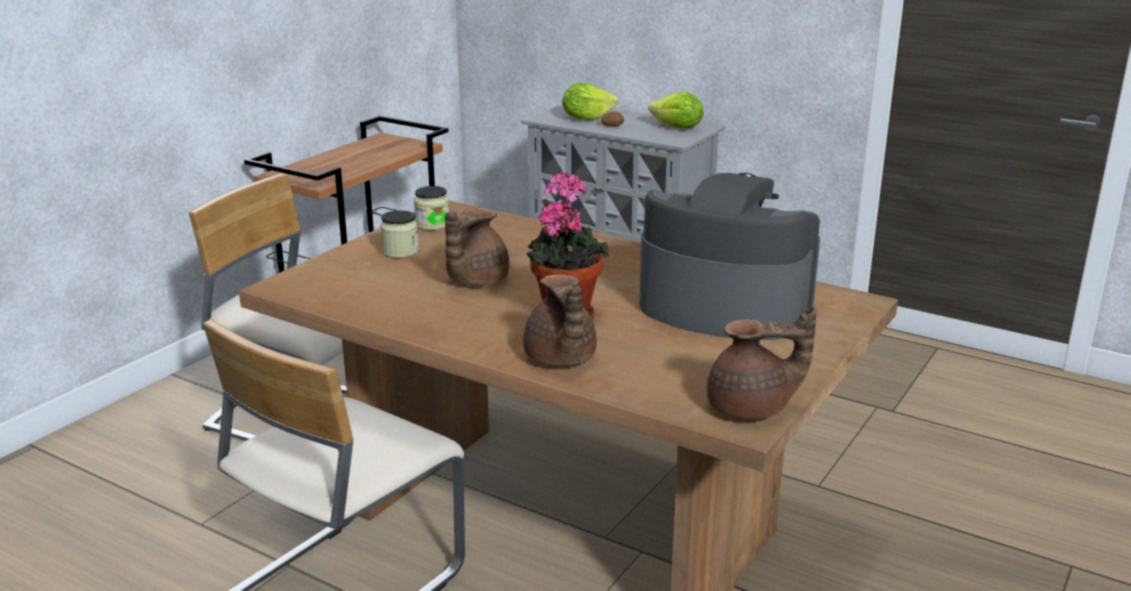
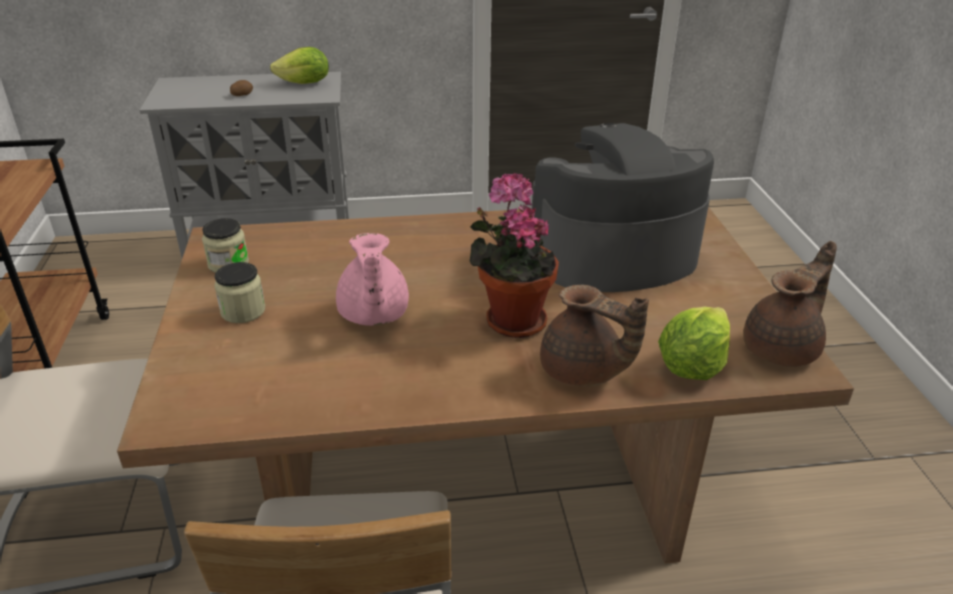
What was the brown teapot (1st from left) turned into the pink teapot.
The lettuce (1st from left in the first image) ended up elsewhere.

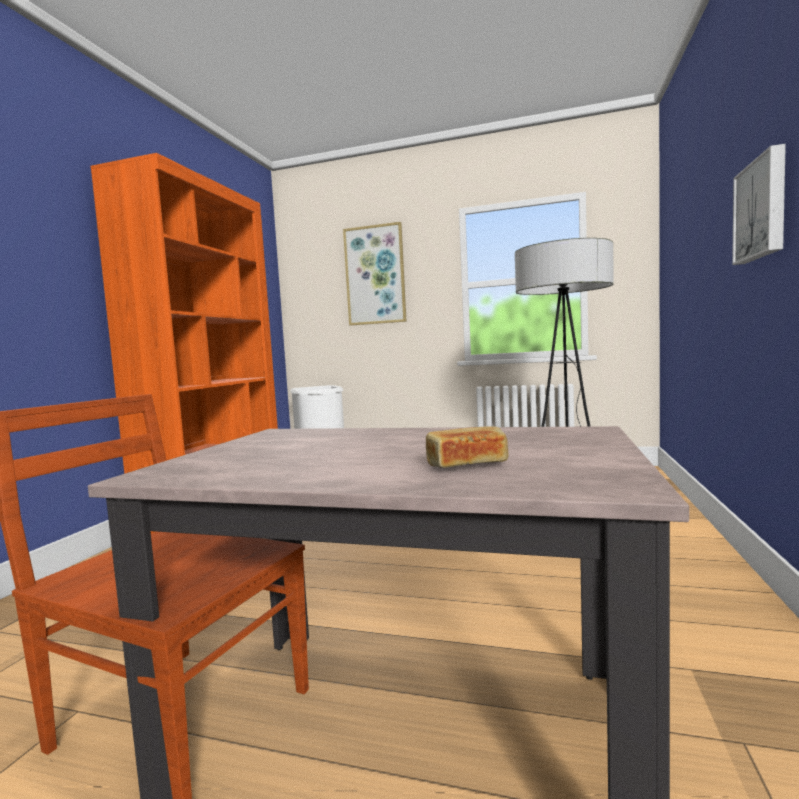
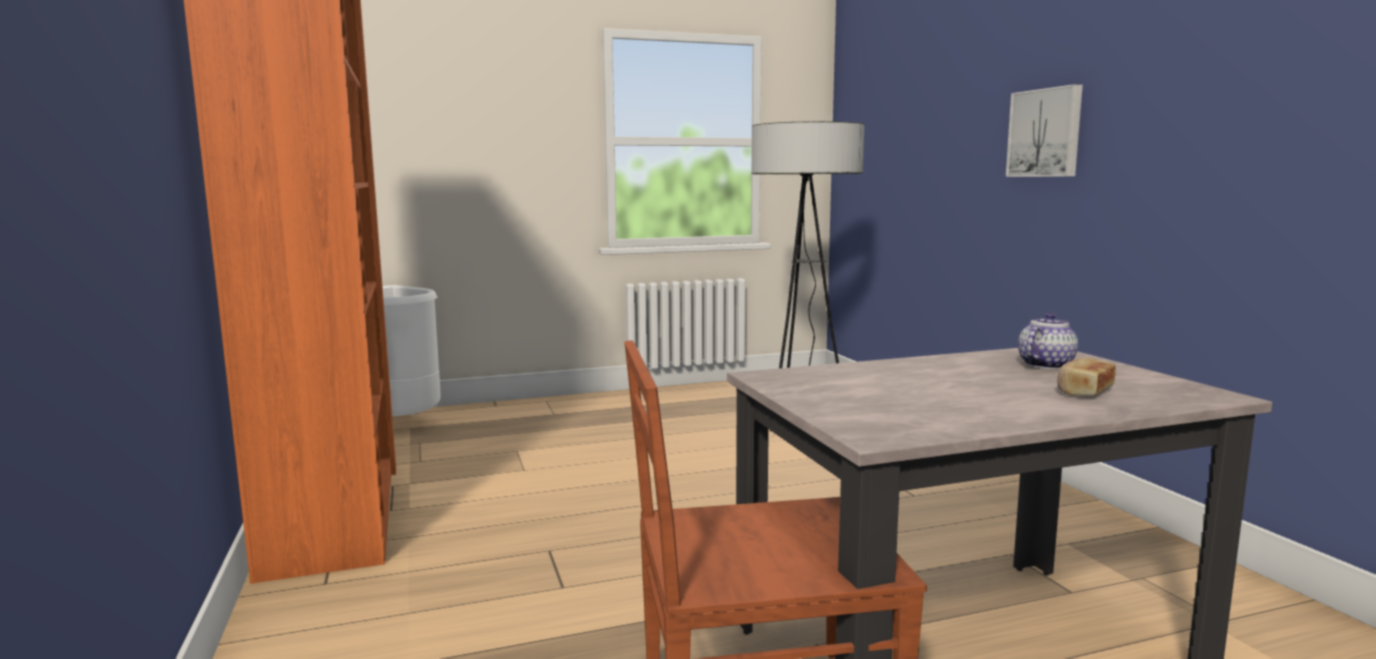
The second view gained the teapot.
The second view lost the picture (1st from left).

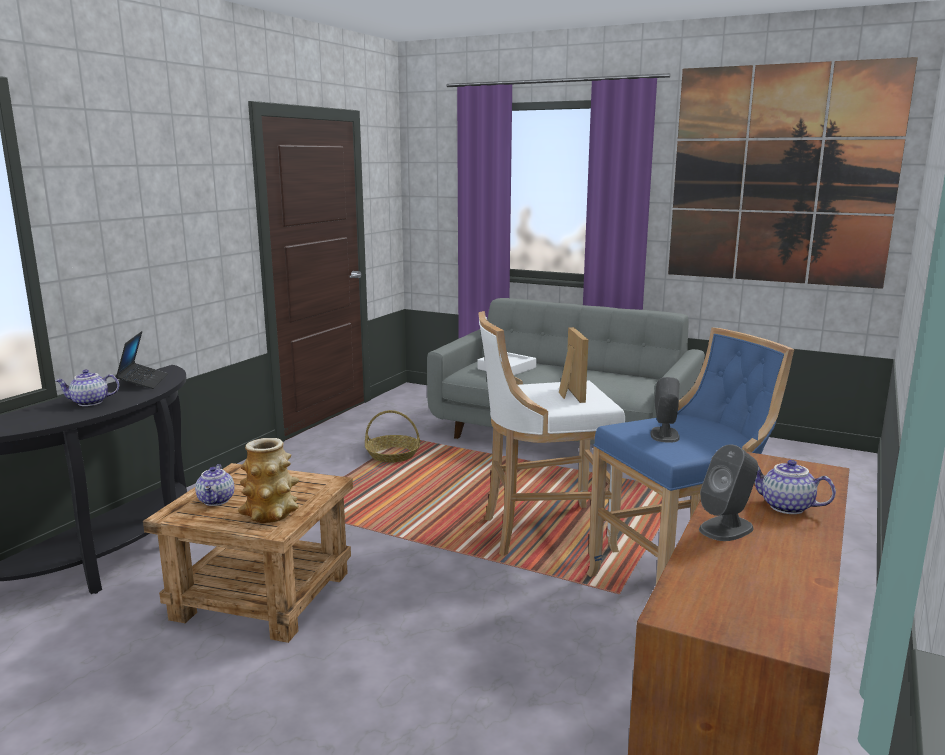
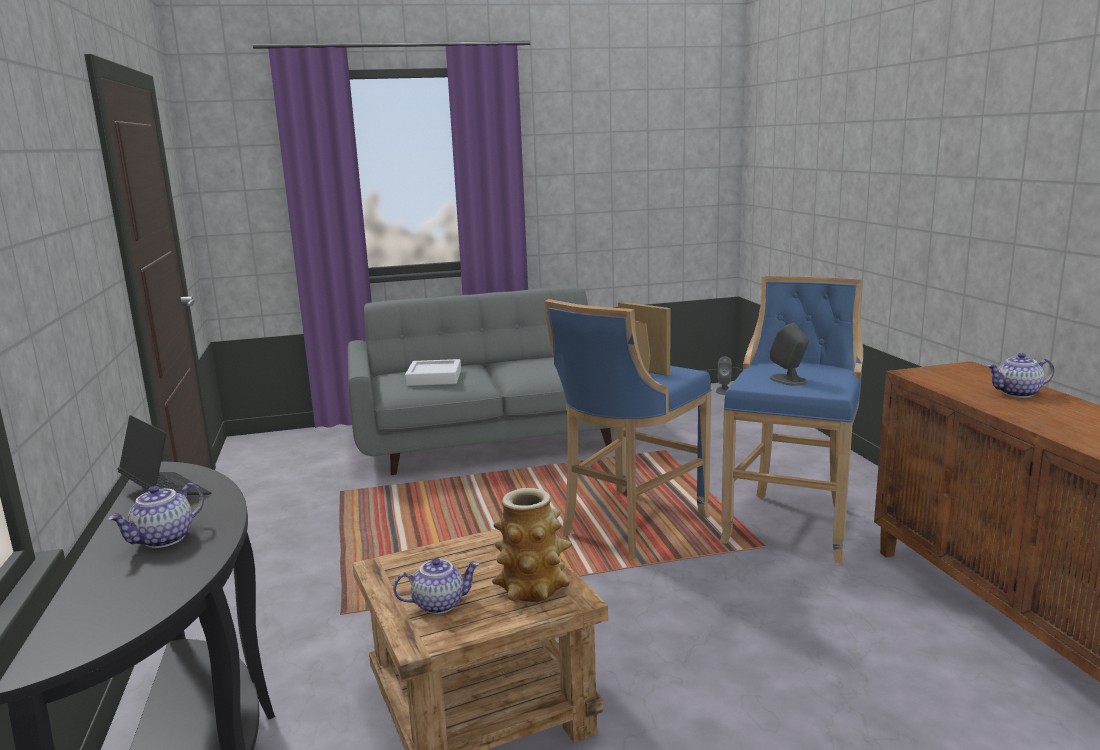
The teapot (2nd from left) ended up facing another way, 60 degrees counterclockwise from before.
What was the white stool turned into the blue stool (1st from left).
The grey speaker (2nd from left in the first image) ended up elsewhere.
The second view lost the basket.
The second view lost the picture.

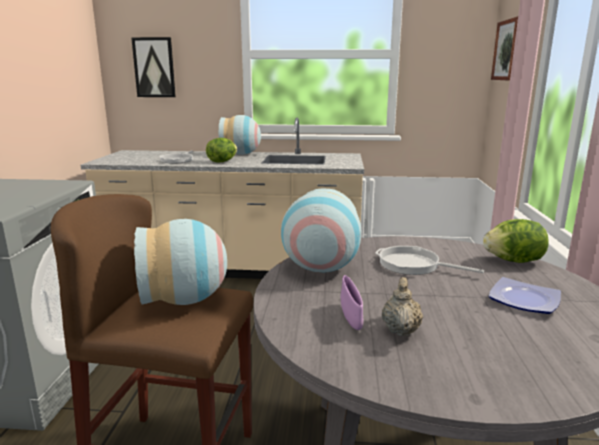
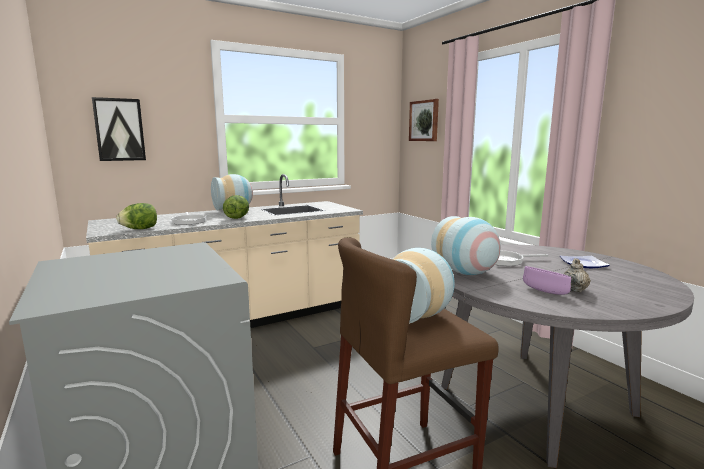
The lettuce (2nd from left in the first image) ended up elsewhere.
The beige teapot ended up facing another way, 45 degrees clockwise from before.

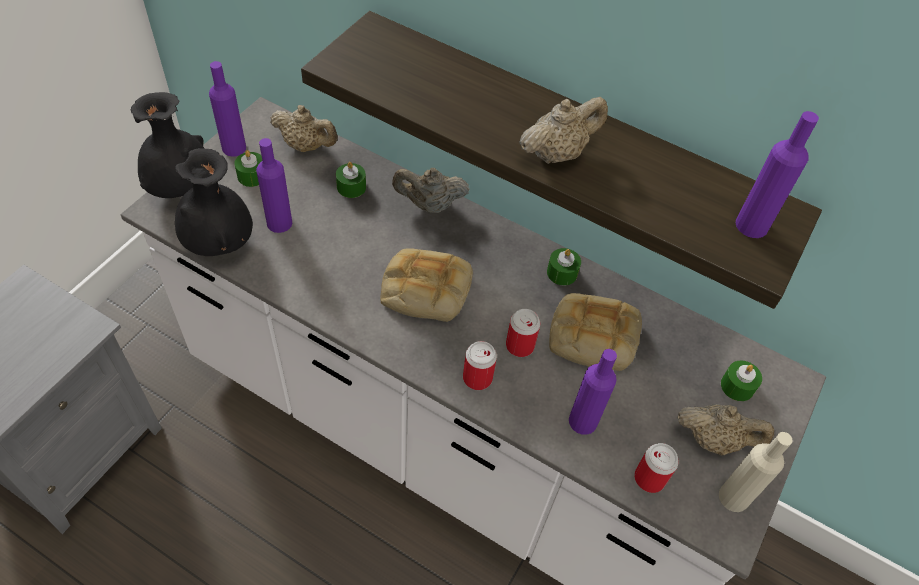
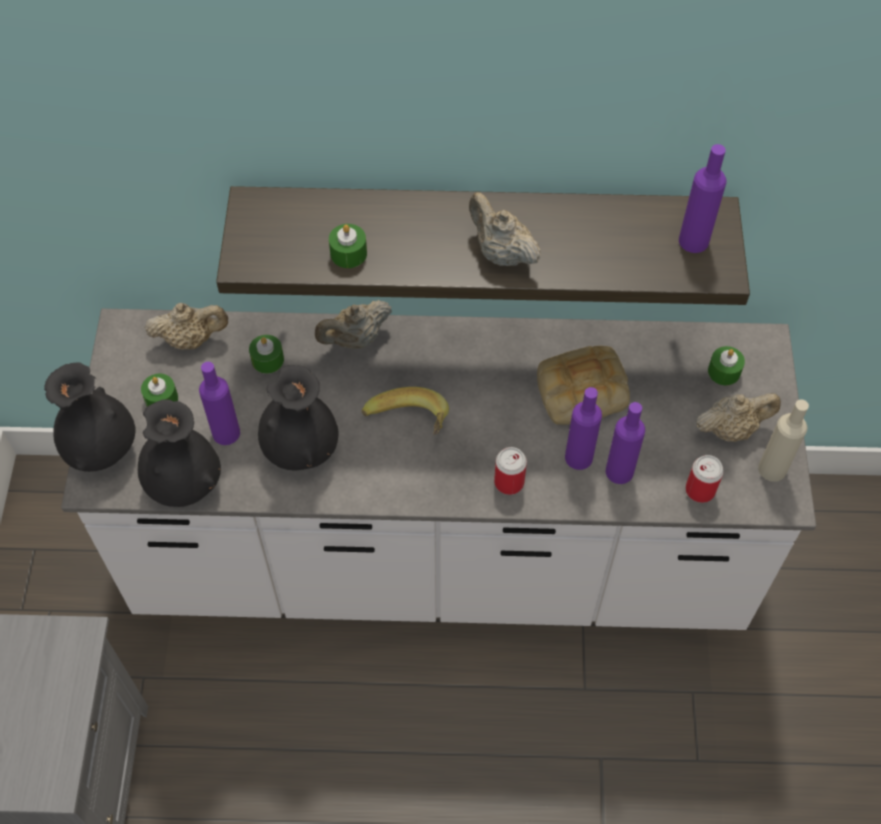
The second view gained the black vase (3rd from left).
The green candle (3rd from left) ended up elsewhere.
Where the bread (1st from left) stood, the banana came to stand.
The beige teapot (3rd from left) ended up facing another way, 75 degrees counterclockwise from before.
The purple bottle (1st from left in the first image) ended up elsewhere.
The second view lost the can (2nd from left).

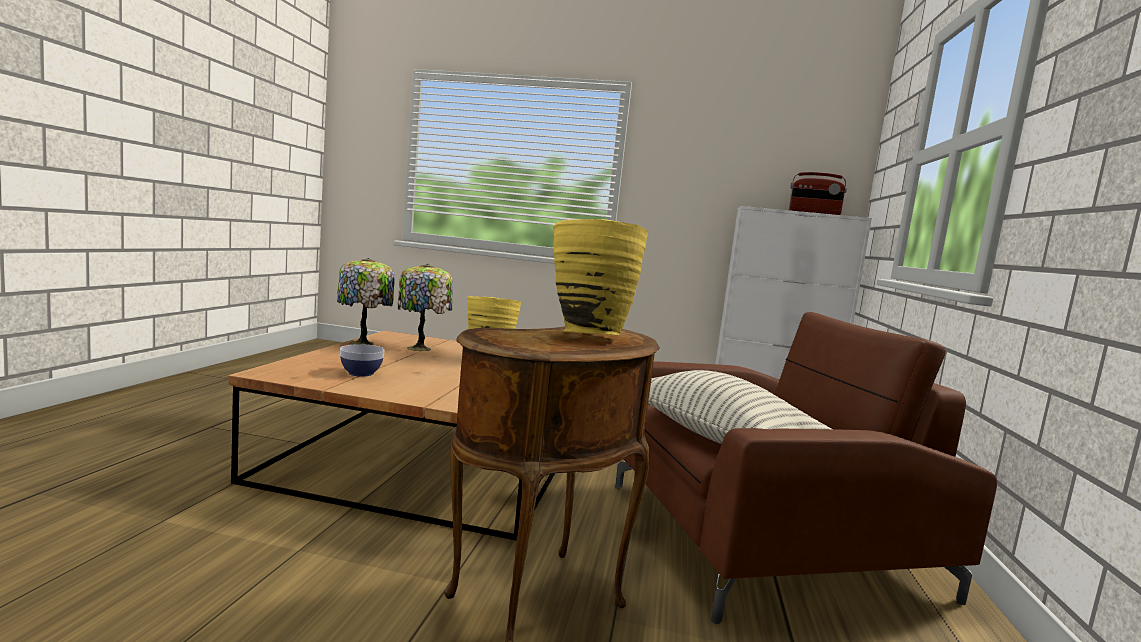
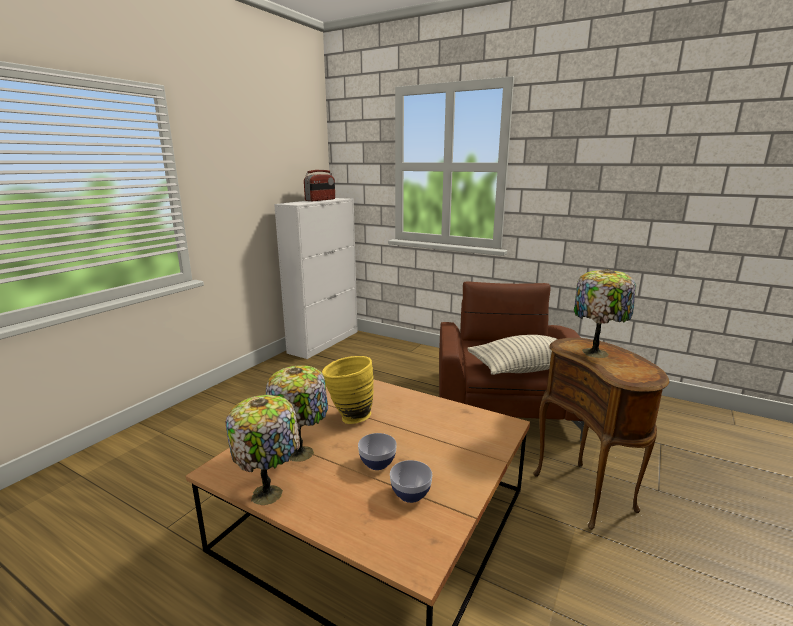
The second view gained the bowl (1st from left).
Where the yellow vase (2nd from left) stood, the table lamp (3rd from left) came to stand.

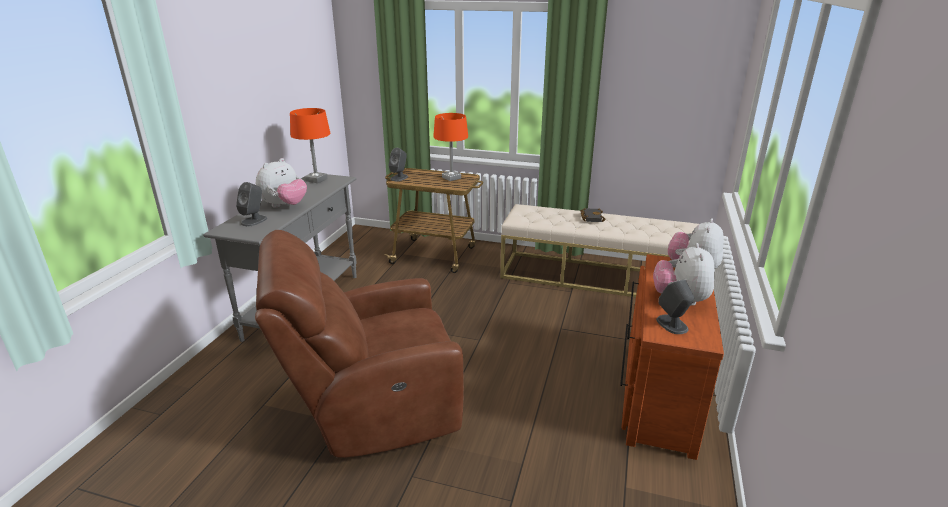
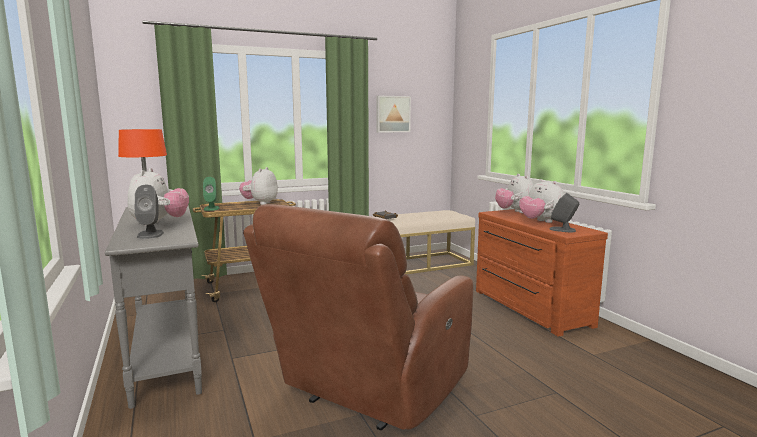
What was the grey speaker (2nd from left) turned into the green speaker.
Where the orange table lamp (2nd from left) stood, the plush toy (2nd from left) came to stand.
The second view gained the picture.

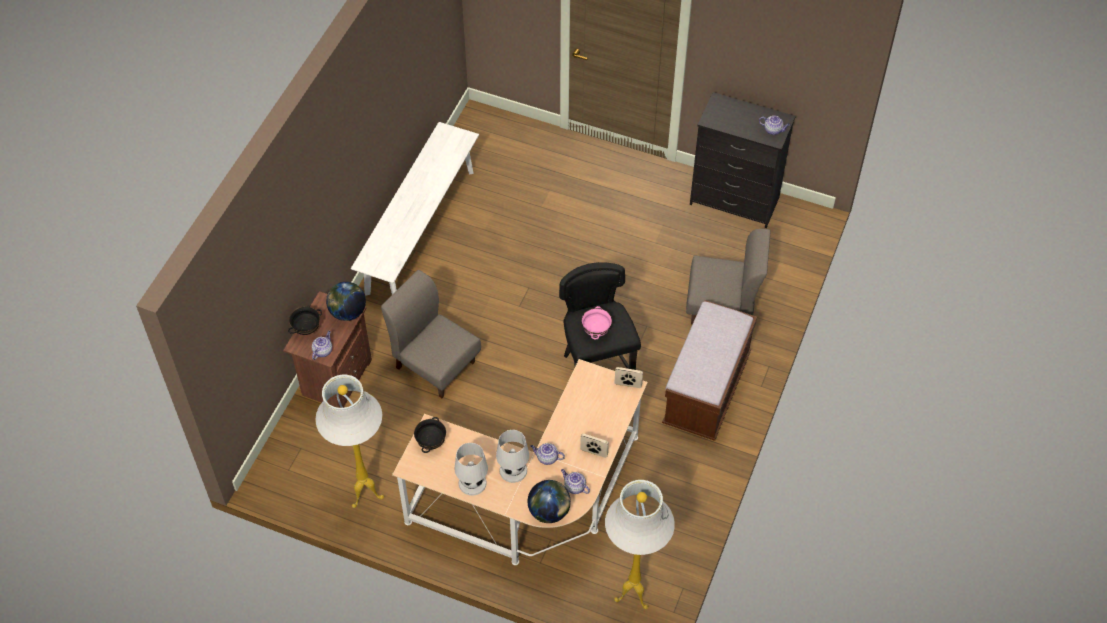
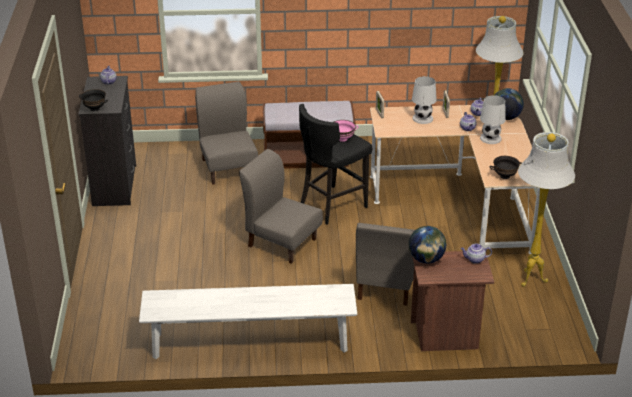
The black bowl (1st from left) ended up elsewhere.
The second view gained the grey chair (2nd from left).
The white table lamp (1st from left) ended up elsewhere.

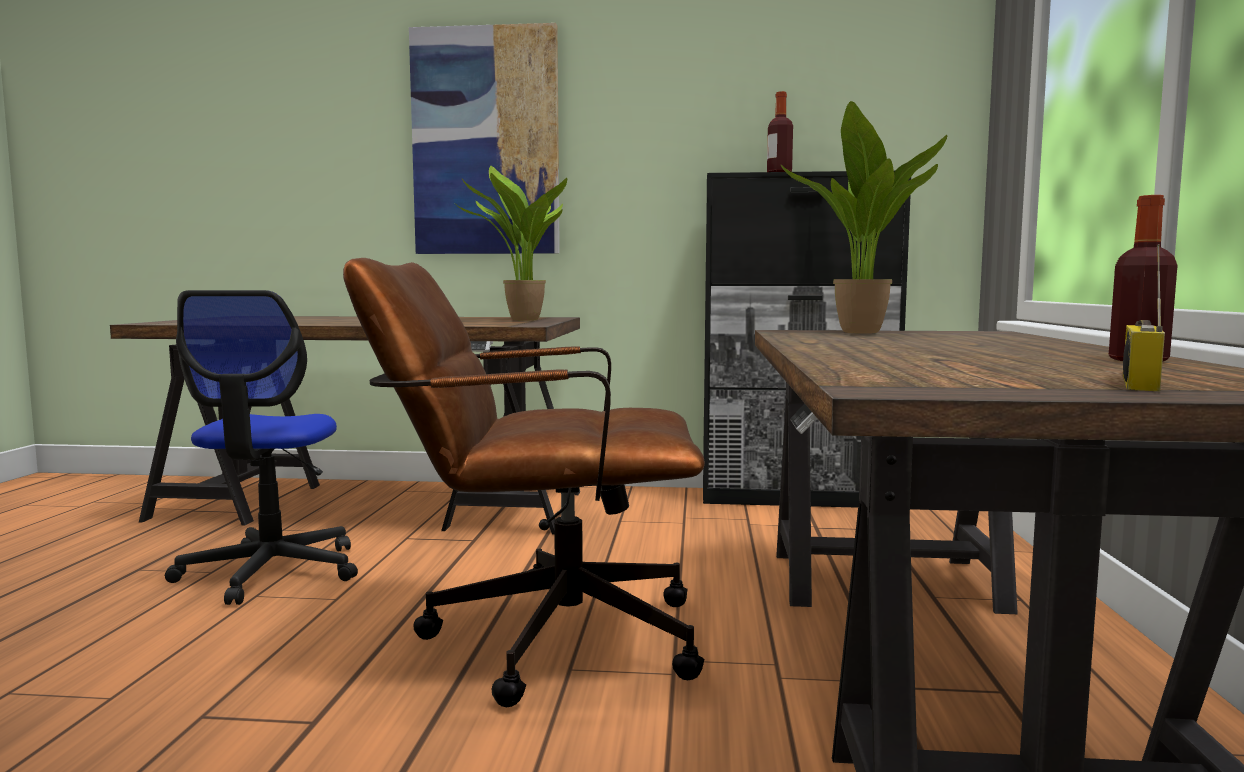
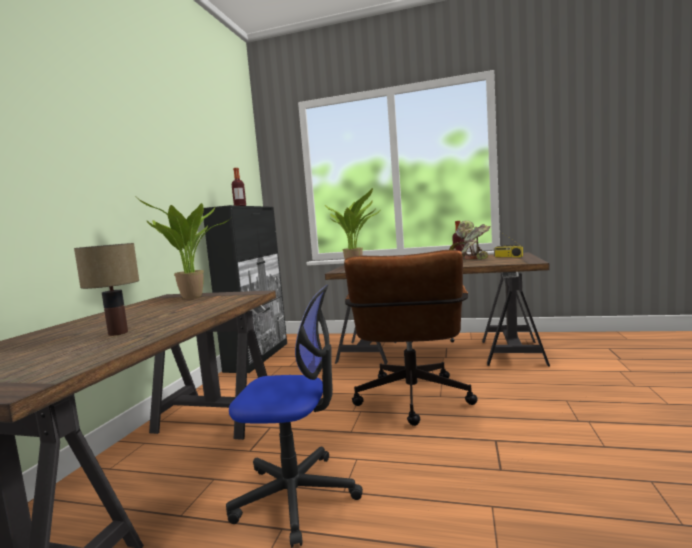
The second view gained the table lamp.
The second view gained the potted plant (3rd from left).
The second view lost the picture.

